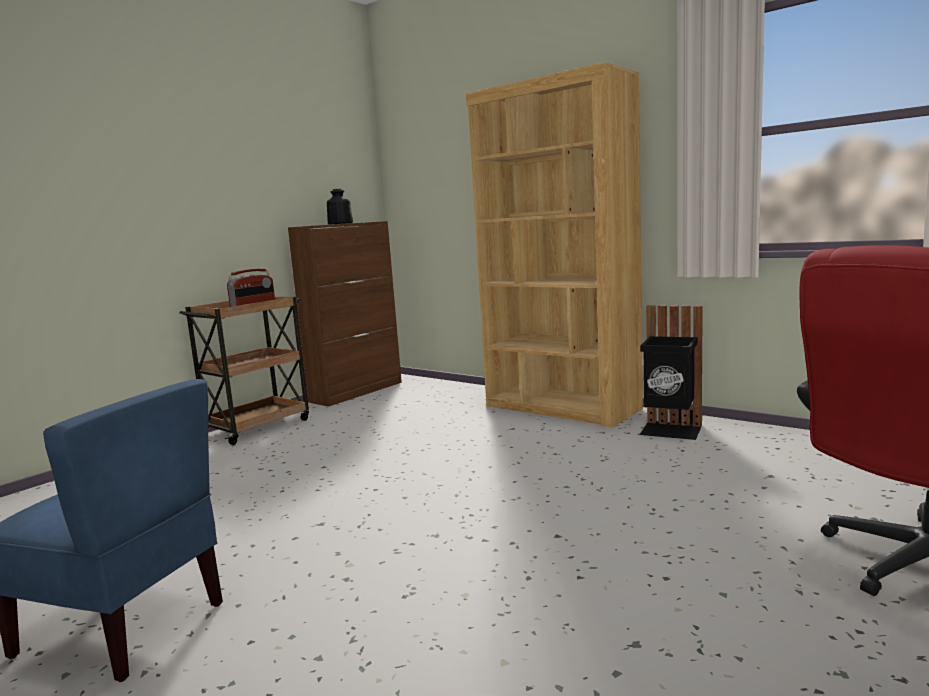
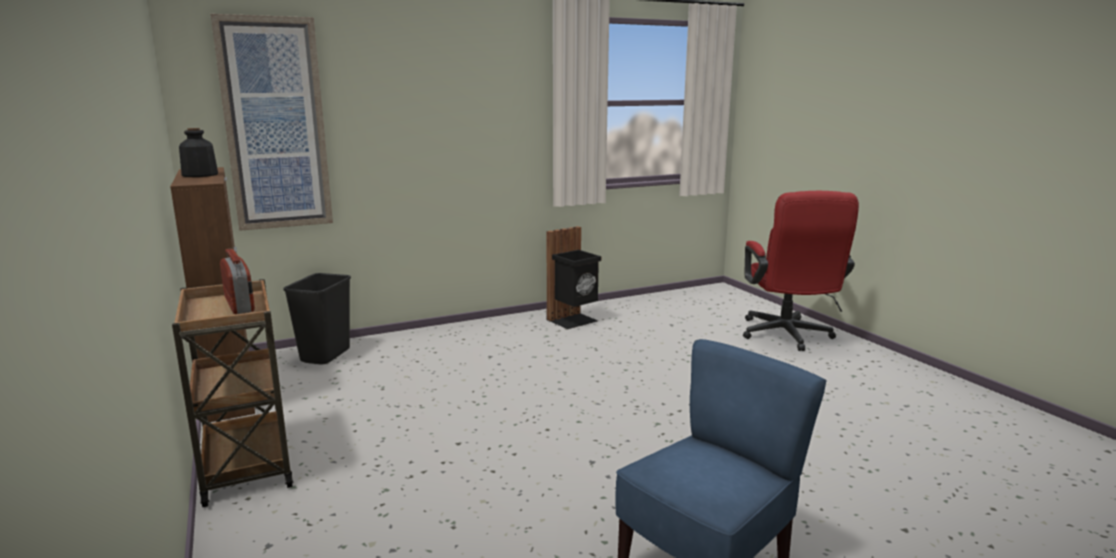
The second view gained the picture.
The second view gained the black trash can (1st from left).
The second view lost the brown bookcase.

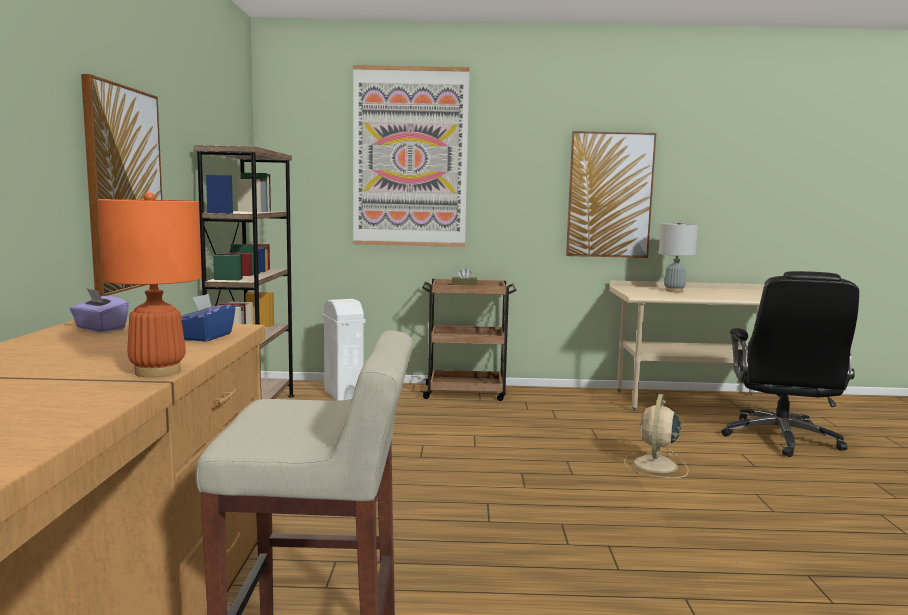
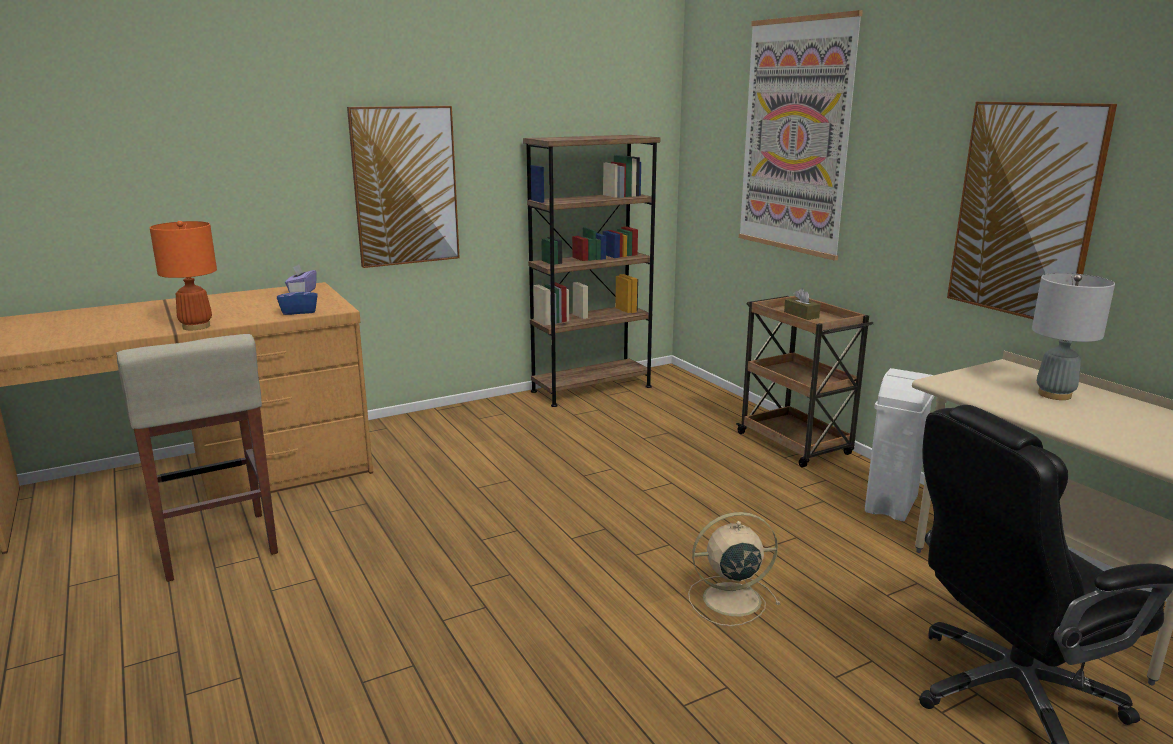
The white trash can ended up elsewhere.

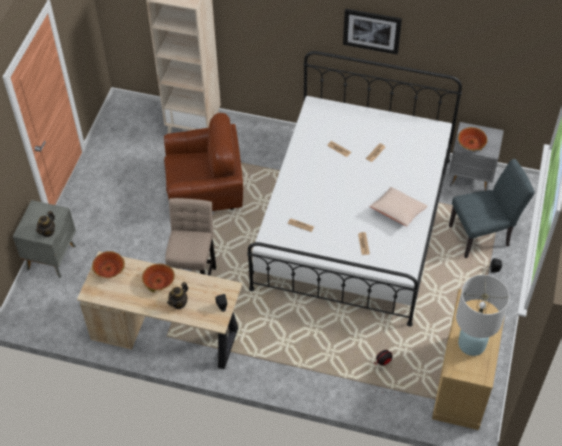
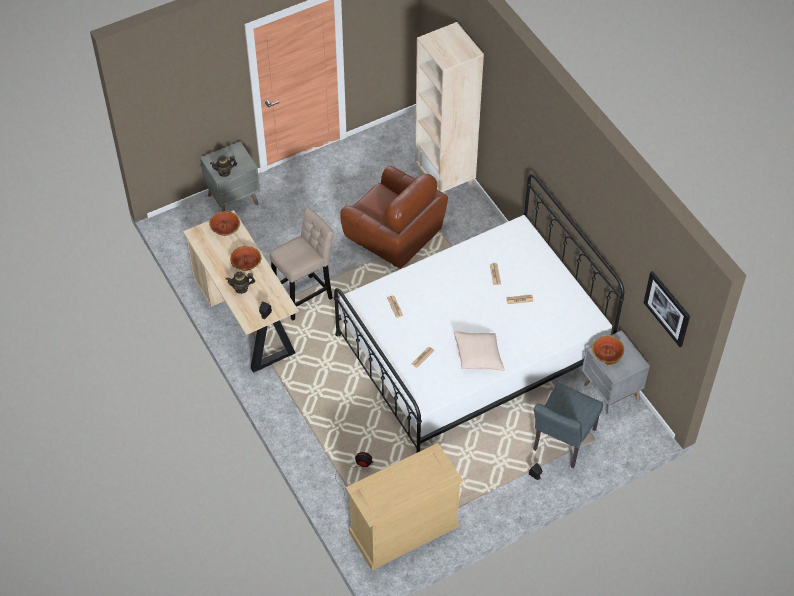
The grey chair ended up facing another way, 90 degrees clockwise from before.
The picture ended up elsewhere.
The second view lost the white table lamp.

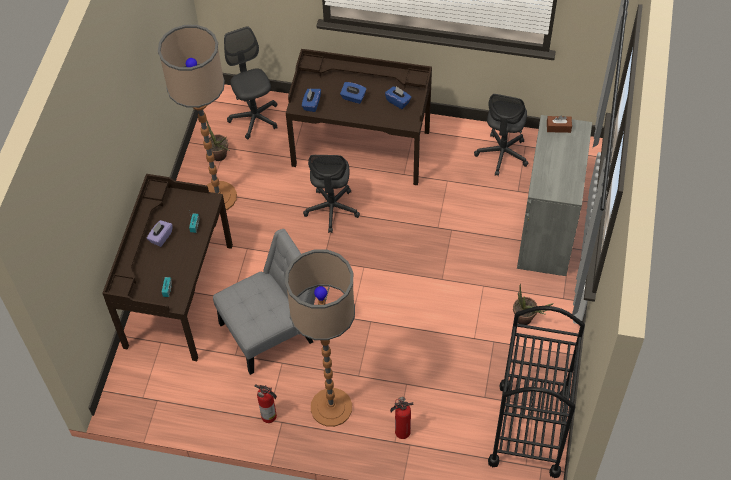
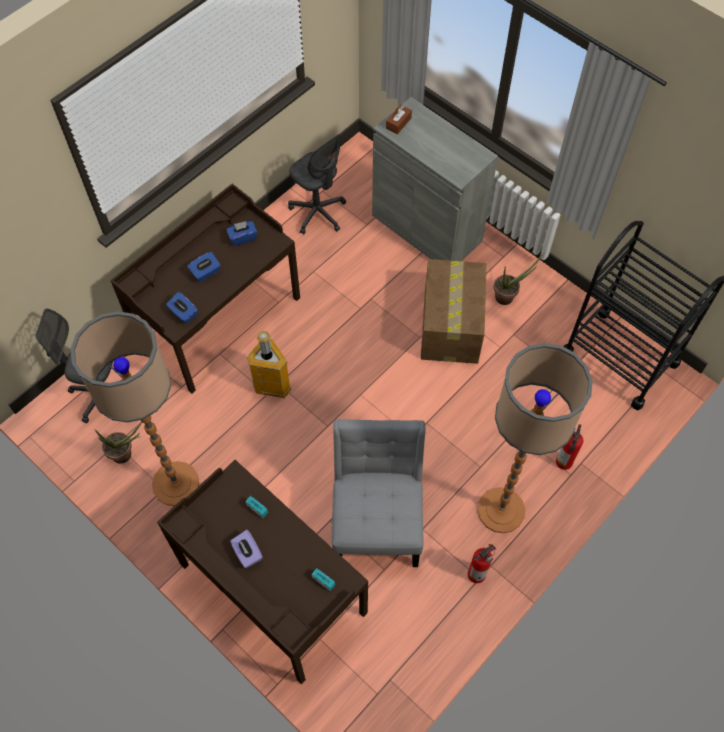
Where the grey office chair (2nd from left) stood, the trash can came to stand.
The second view gained the cardboard box.

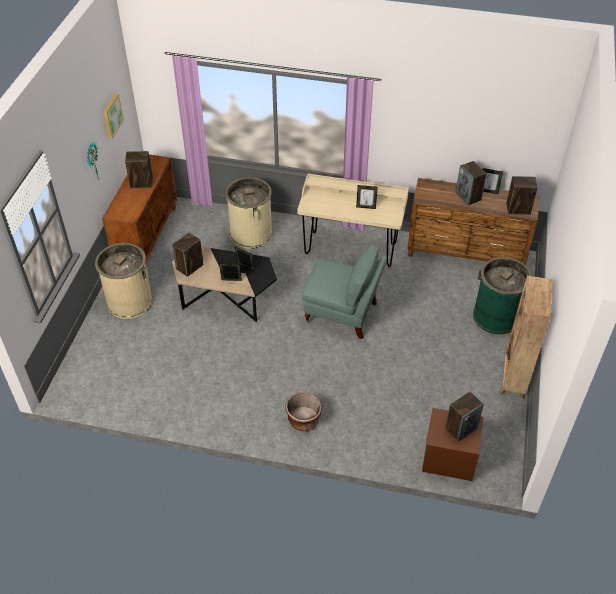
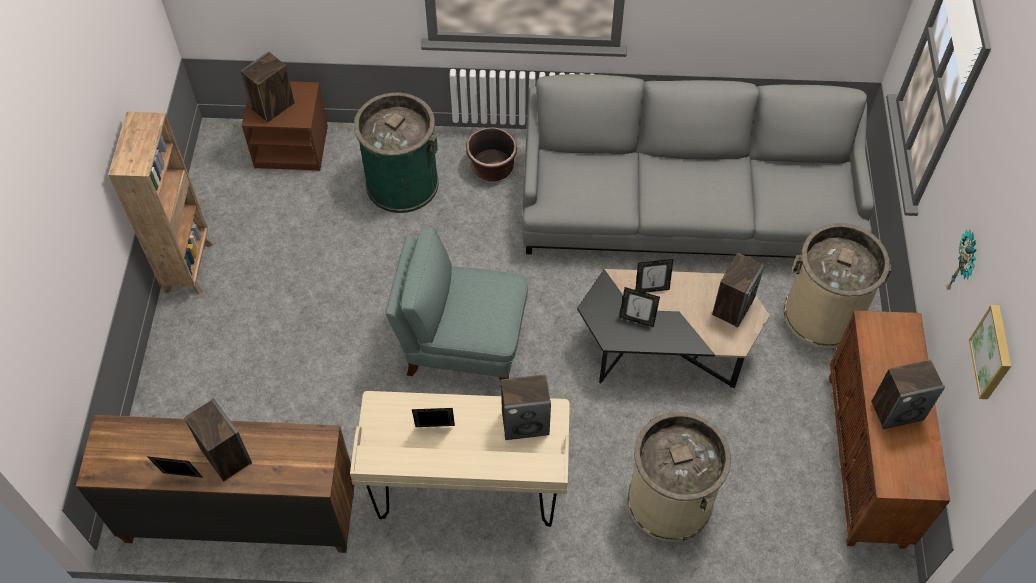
The green trash can ended up elsewhere.
The speaker (5th from left in the first image) ended up elsewhere.
The second view gained the grey sofa.

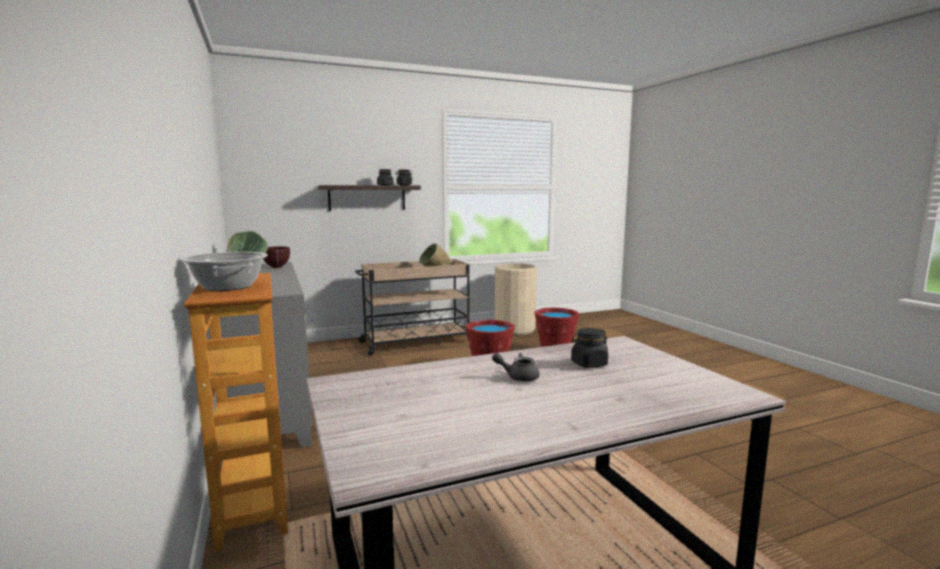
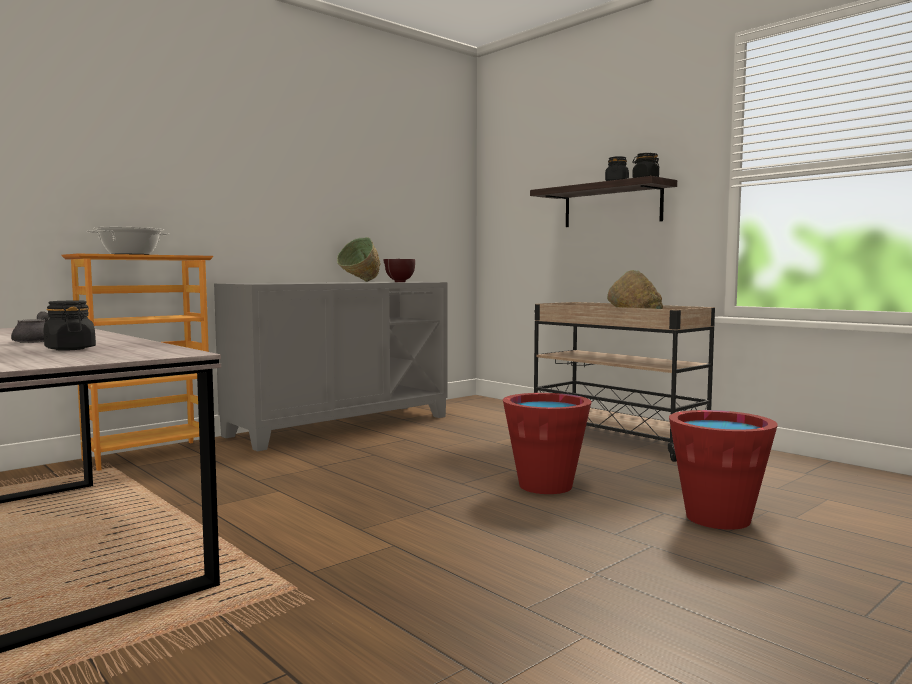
The second view lost the beige trash can.

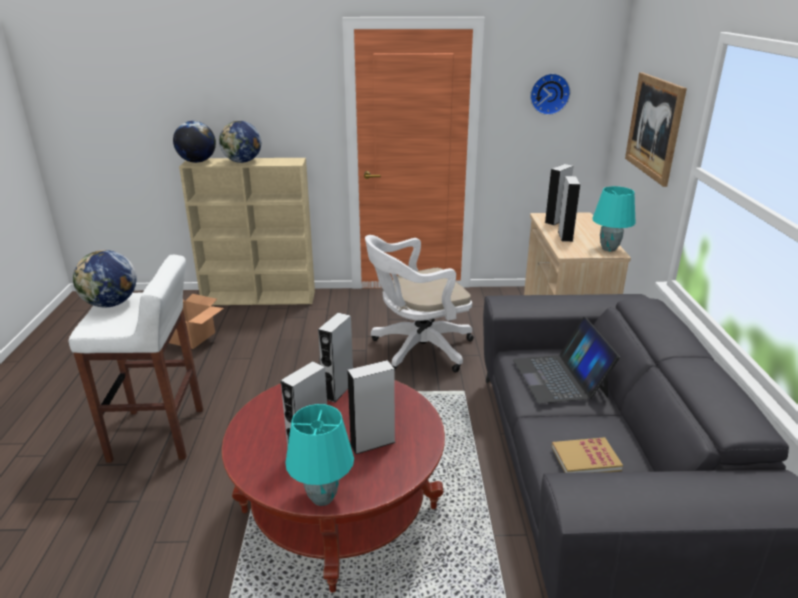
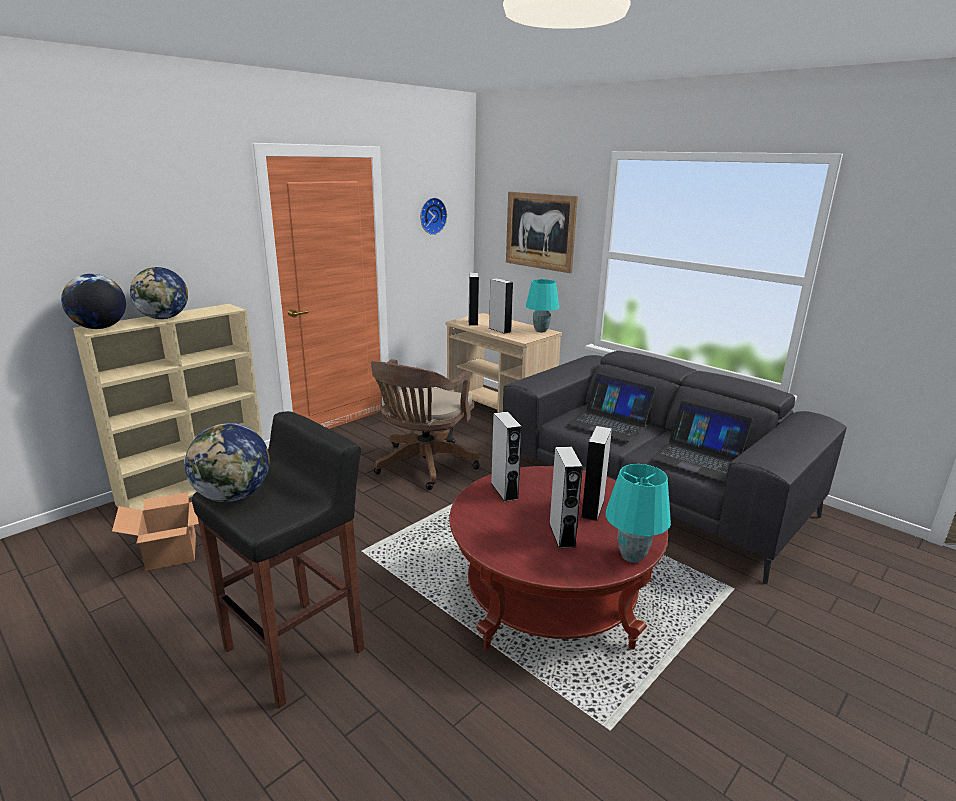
What was the white stool turned into the black stool.
What was the white office chair turned into the brown office chair.
Where the book stood, the laptop (2nd from left) came to stand.

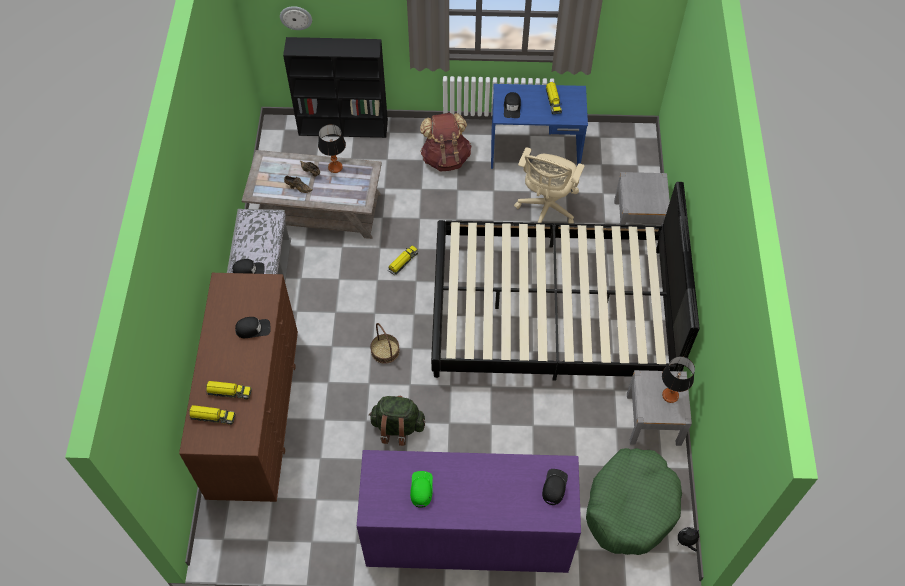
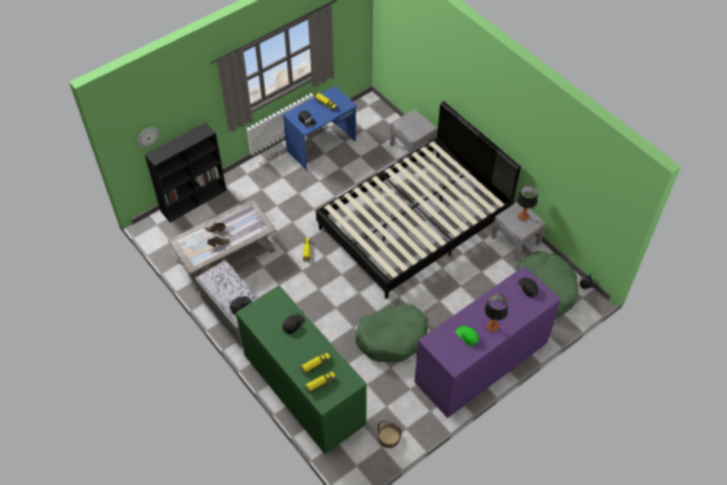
What was the brown dresser turned into the green dresser.
Where the green backpack stood, the green dog bed (1st from left) came to stand.
The basket ended up elsewhere.
The table lamp (1st from left) ended up elsewhere.
The second view lost the brown backpack.
The second view lost the beige office chair.

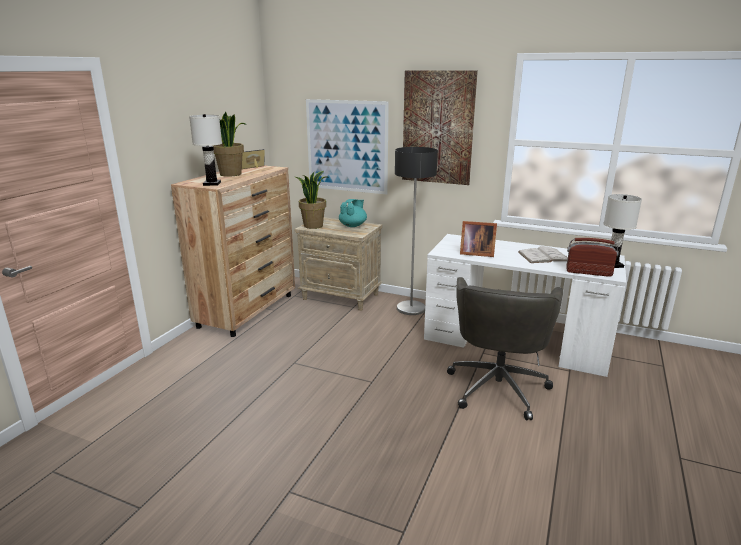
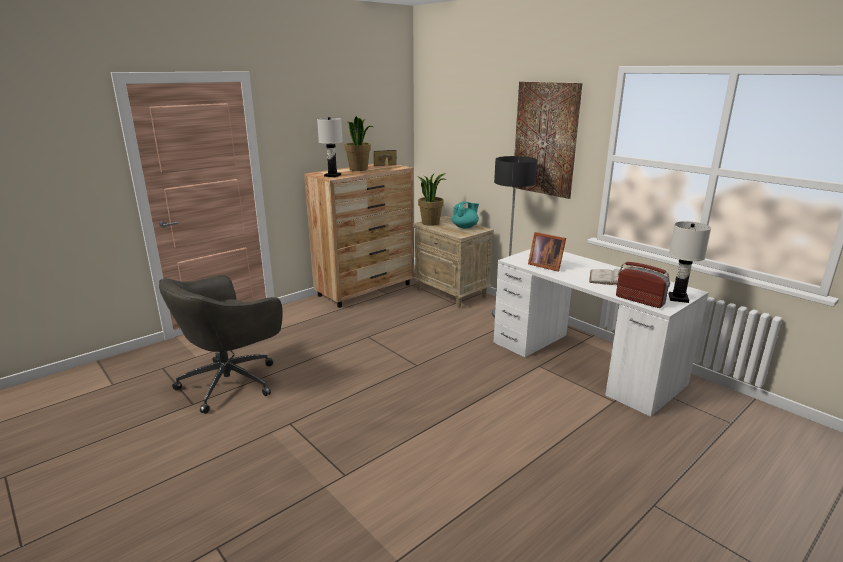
The grey office chair ended up elsewhere.
The second view lost the picture (1st from left).

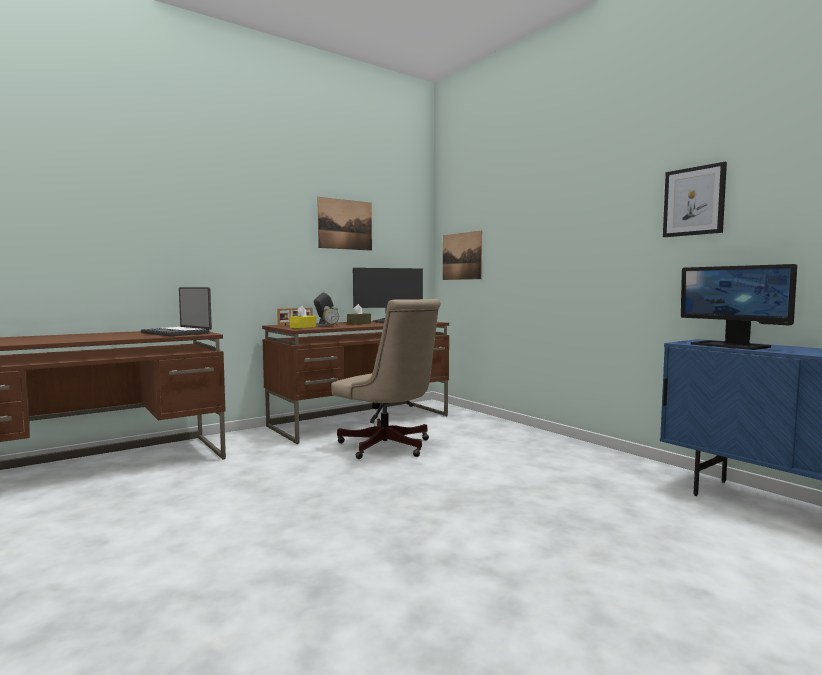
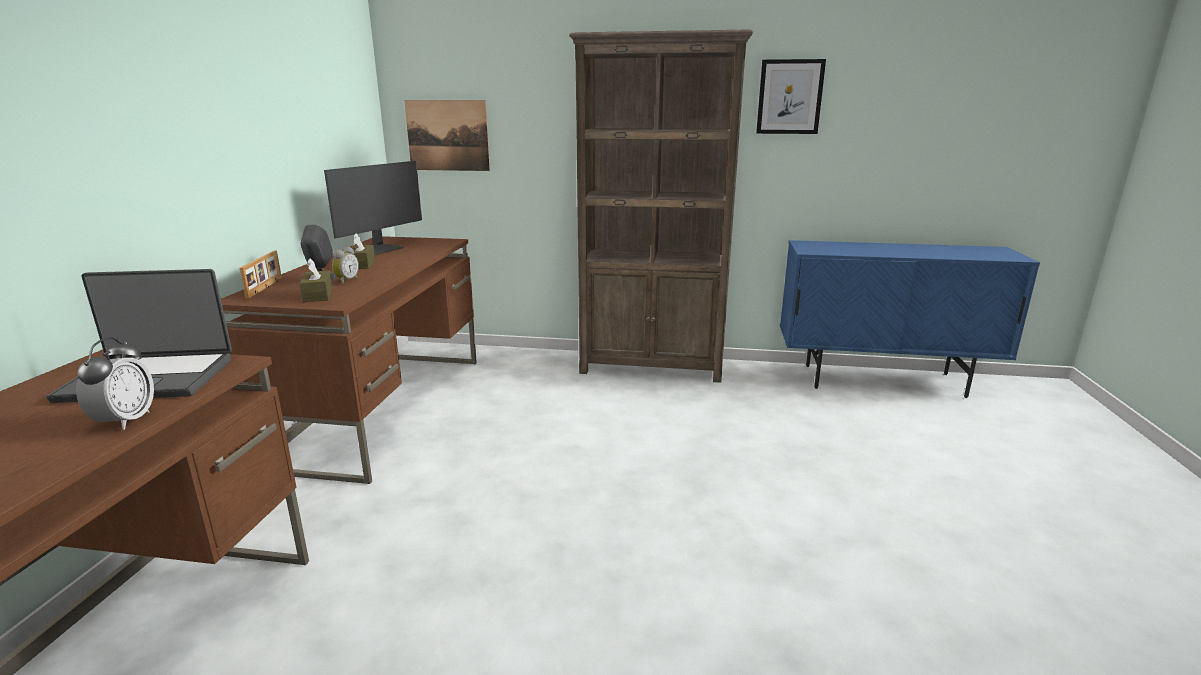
The second view gained the alarm clock (1st from left).
What was the yellow tissue box turned into the brown tissue box (1st from left).
The second view gained the brown bookcase.
The second view lost the picture (1st from left).
The second view lost the beige office chair.
The second view lost the monitor (2nd from left).

